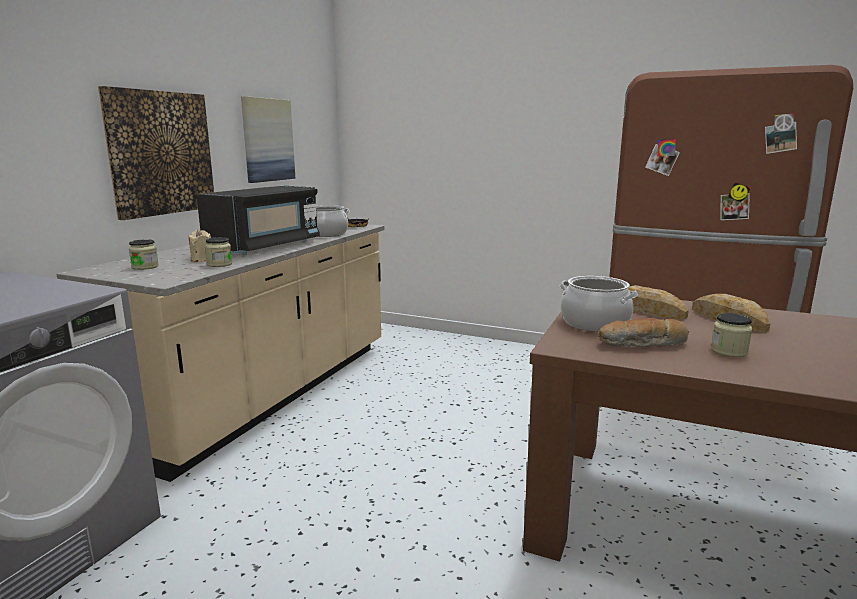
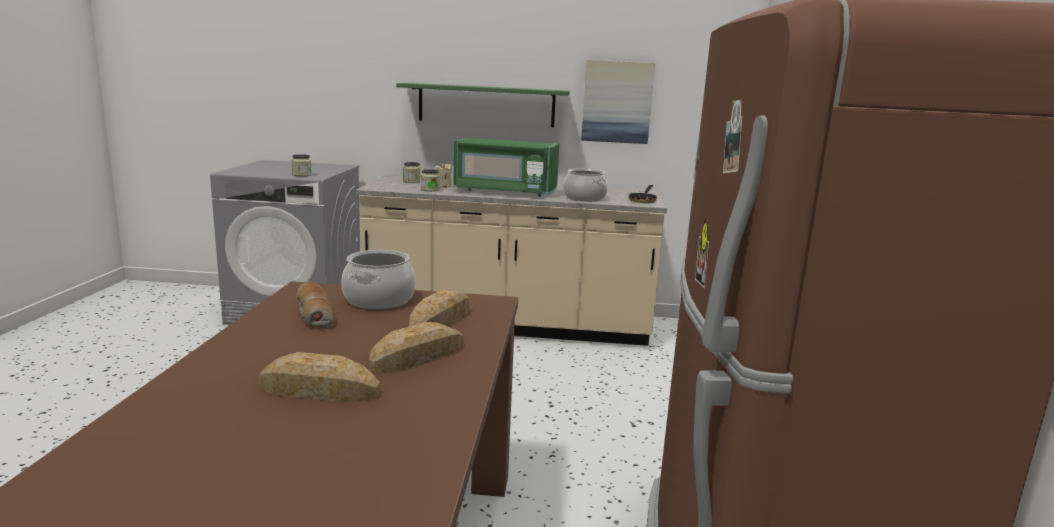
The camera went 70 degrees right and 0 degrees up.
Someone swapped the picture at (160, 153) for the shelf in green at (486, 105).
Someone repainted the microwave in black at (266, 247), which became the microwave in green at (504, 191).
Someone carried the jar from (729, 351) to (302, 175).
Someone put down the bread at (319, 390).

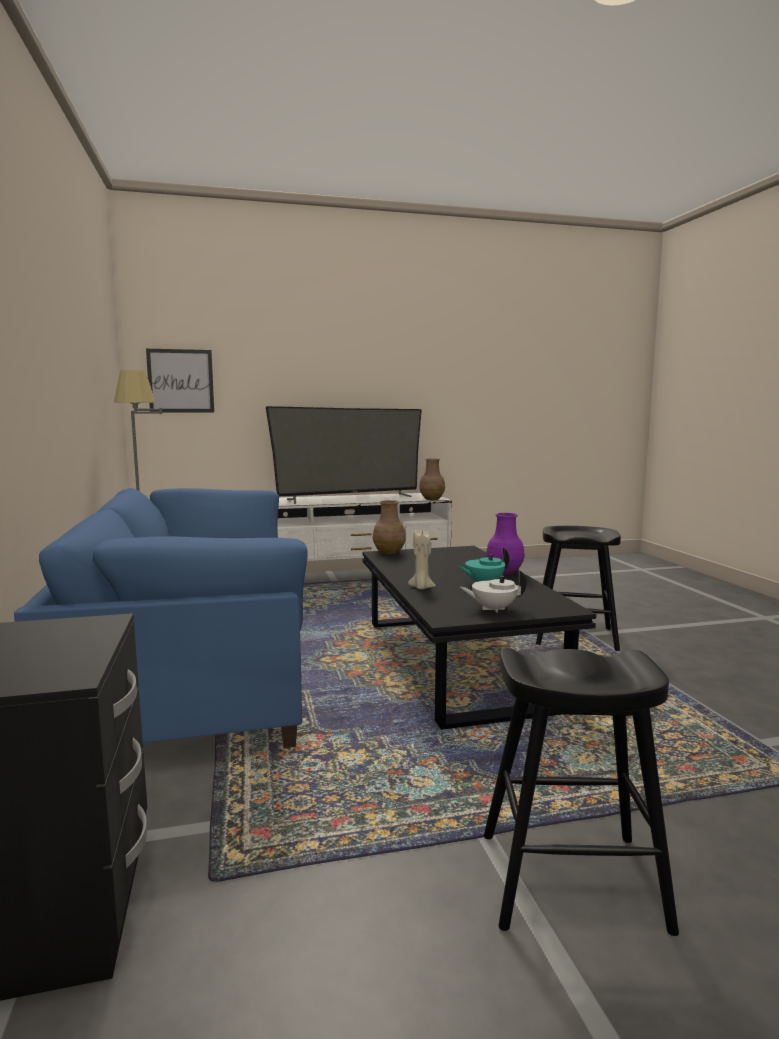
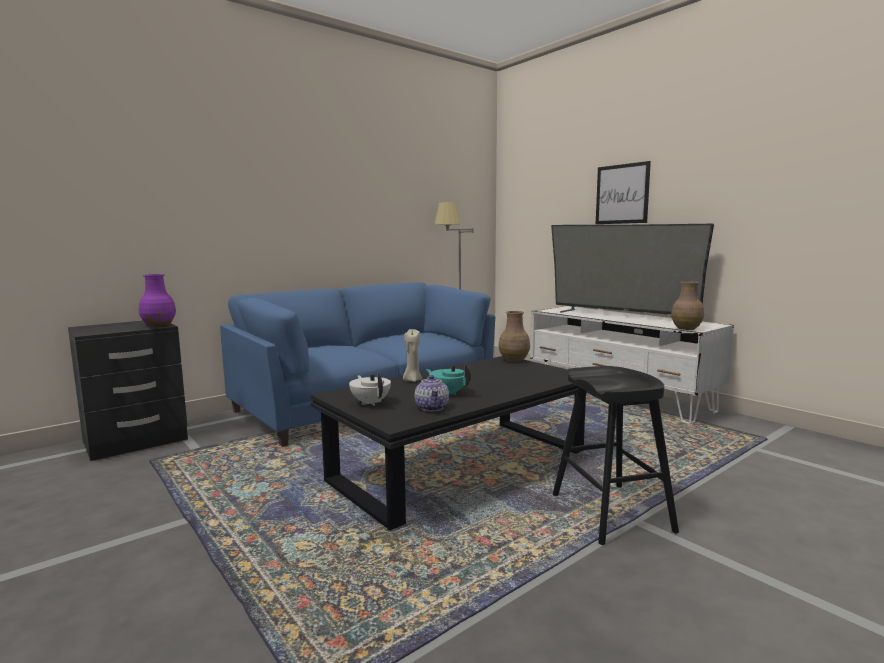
The camera went 65 degrees right and 0 degrees up.
Someone carried the picture from (180, 381) to (622, 194).
Someone carried the vase in purple from (504, 572) to (158, 326).
Someone took away the stool in black at (571, 880).
Someone put down the teapot at (432, 407).

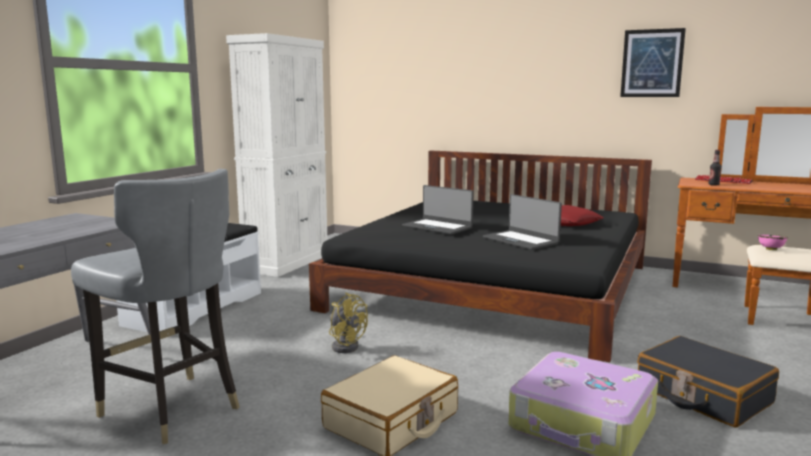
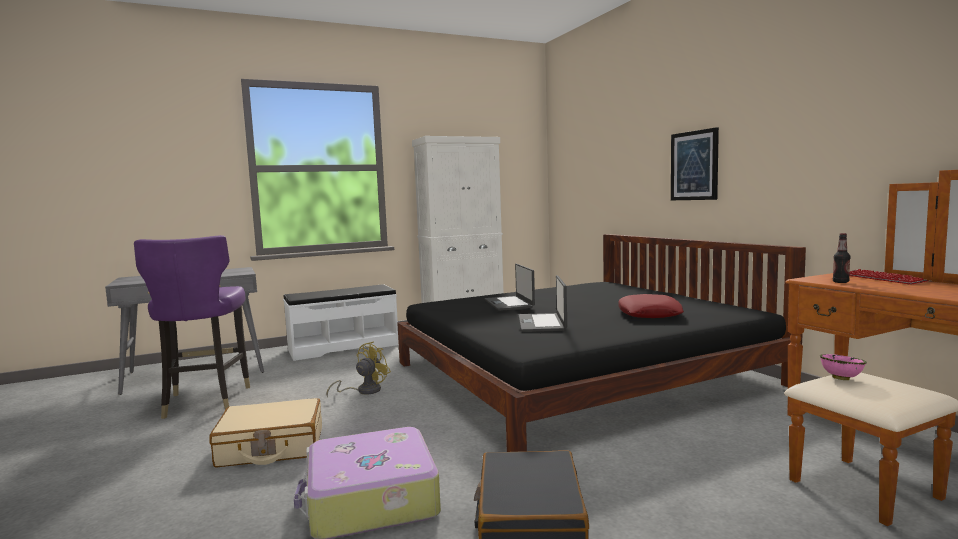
The camera went 40 degrees right and 5 degrees down.
Someone carried the picture from (652, 63) to (694, 165).
Someone repainted the chair in grey at (171, 409), which became the chair in purple at (204, 401).
Someone rotated the fan in yellow at (345, 345) by 135 degrees counterclockwise.

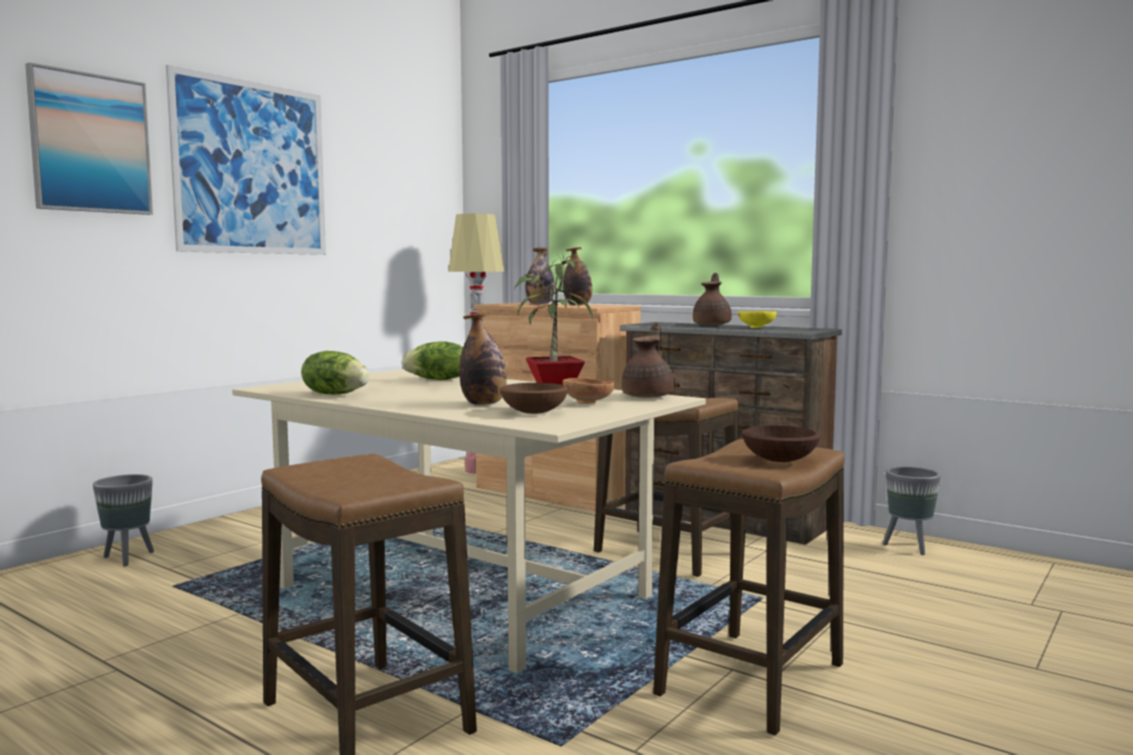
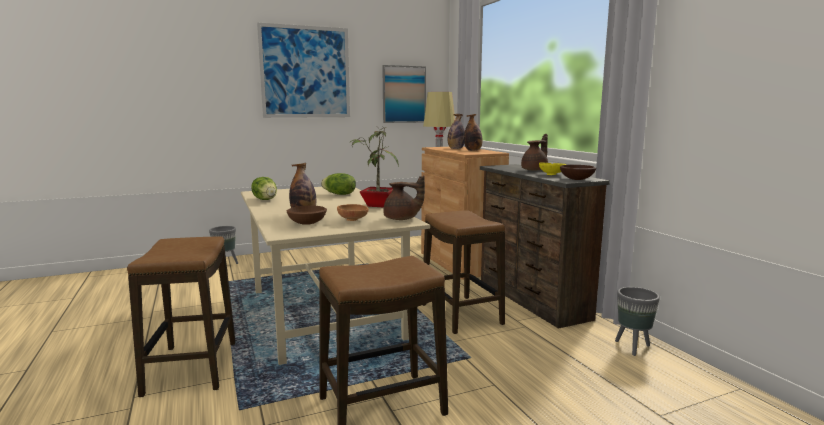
The camera went 30 degrees right and 5 degrees up.
Someone carried the picture from (90, 143) to (404, 94).
Someone rotated the teapot in brown at (649, 396) by 60 degrees clockwise.
Someone carried the bowl in brown from (780, 459) to (577, 179).

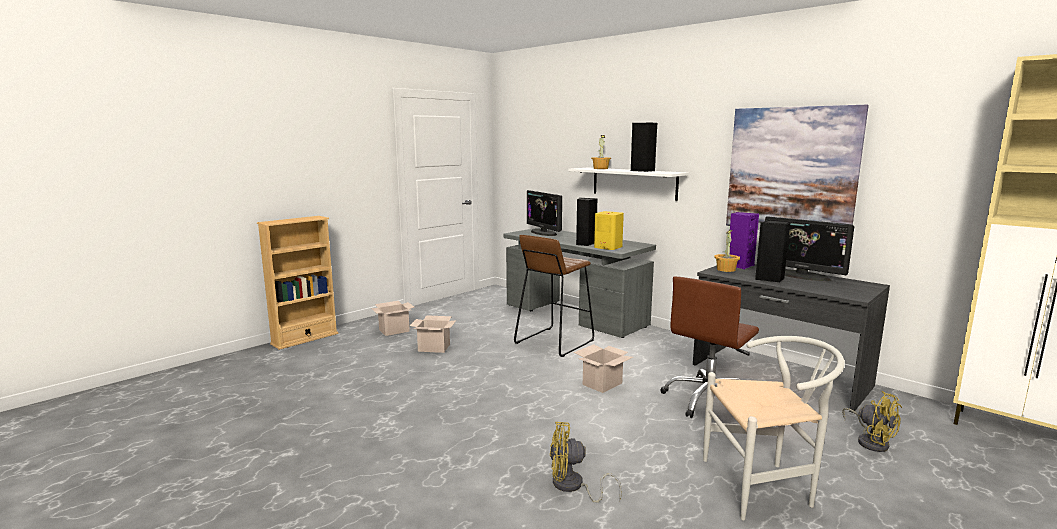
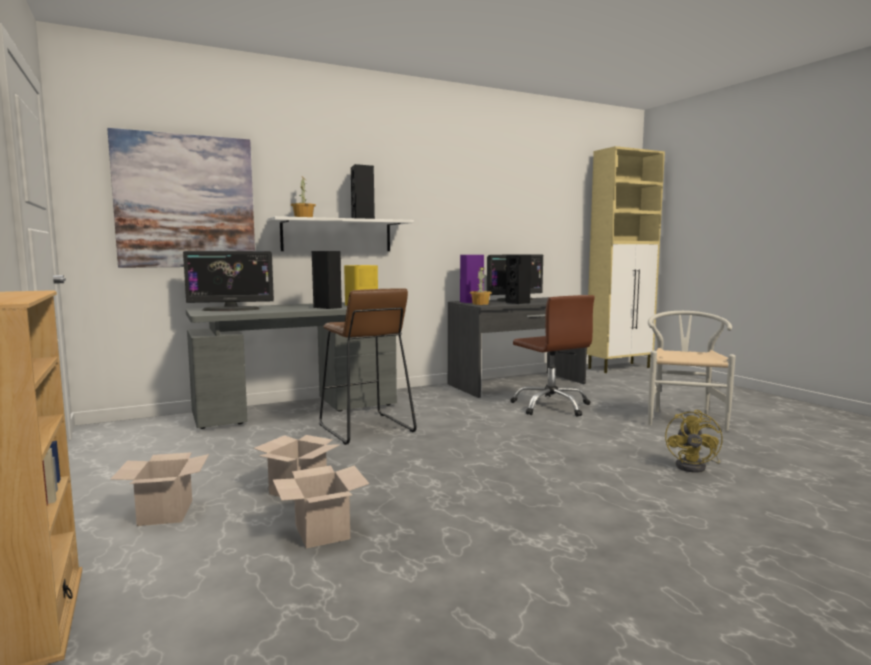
The camera went 70 degrees left and 5 degrees down.
Someone carried the picture from (791, 170) to (186, 201).
Someone carried the cardboard box from (602, 383) to (320, 531).
Someone took away the fan in yellow at (871, 441).

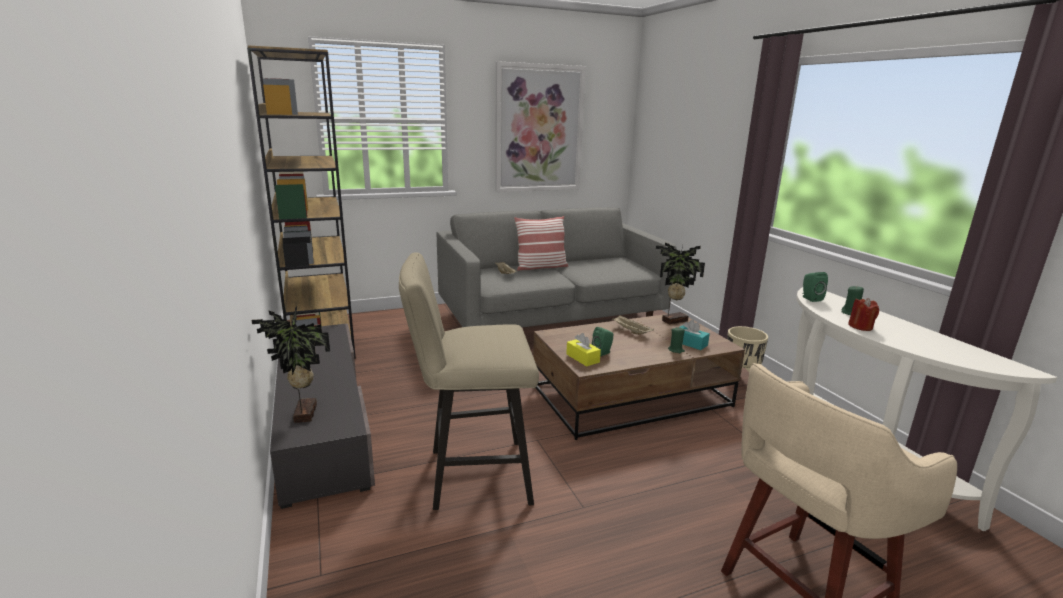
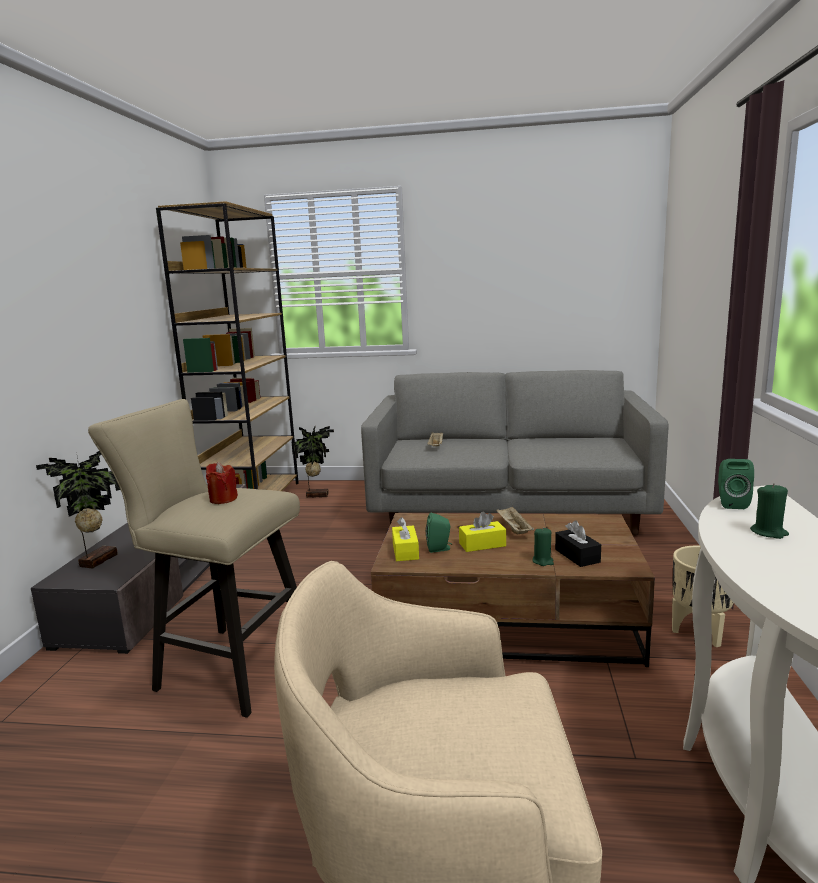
The camera went 30 degrees right and 5 degrees down.
Someone took away the picture at (539, 129).
Someone took away the pillow at (541, 267).
Someone carried the potted plant from (673, 320) to (317, 495).
Someone carried the candle in red from (860, 327) to (223, 499).
Someone repainted the tissue box in turquoise at (690, 343), which became the tissue box in black at (577, 556).
Someone put down the tissue box in yellow at (482, 544).

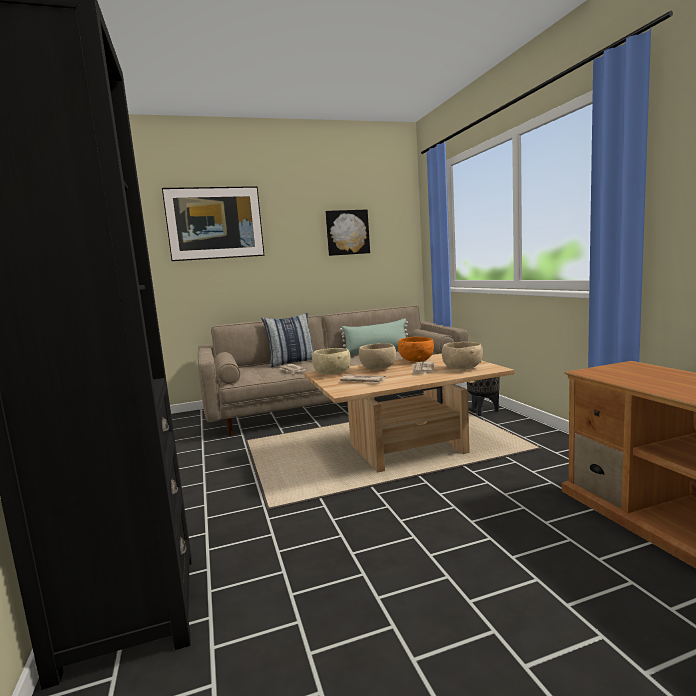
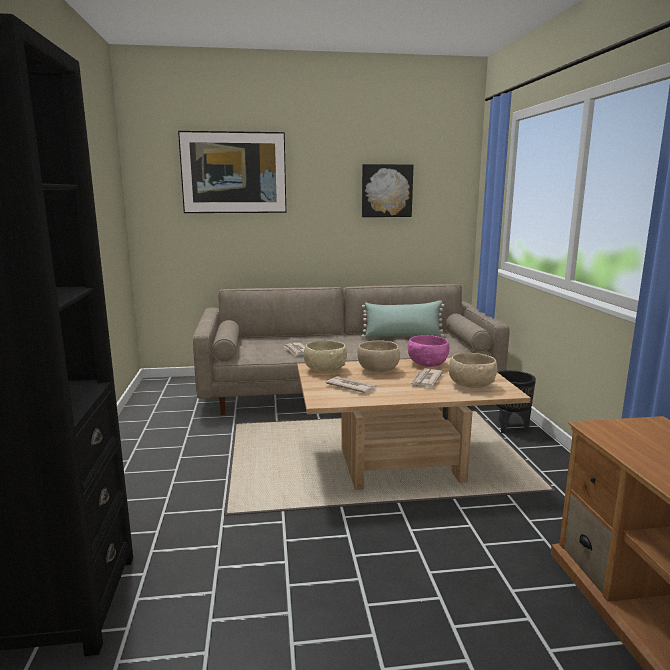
The camera went 10 degrees right and 5 degrees up.
Someone took away the pillow at (292, 362).
Someone repainted the bowl in orange at (416, 360), which became the bowl in pink at (427, 364).

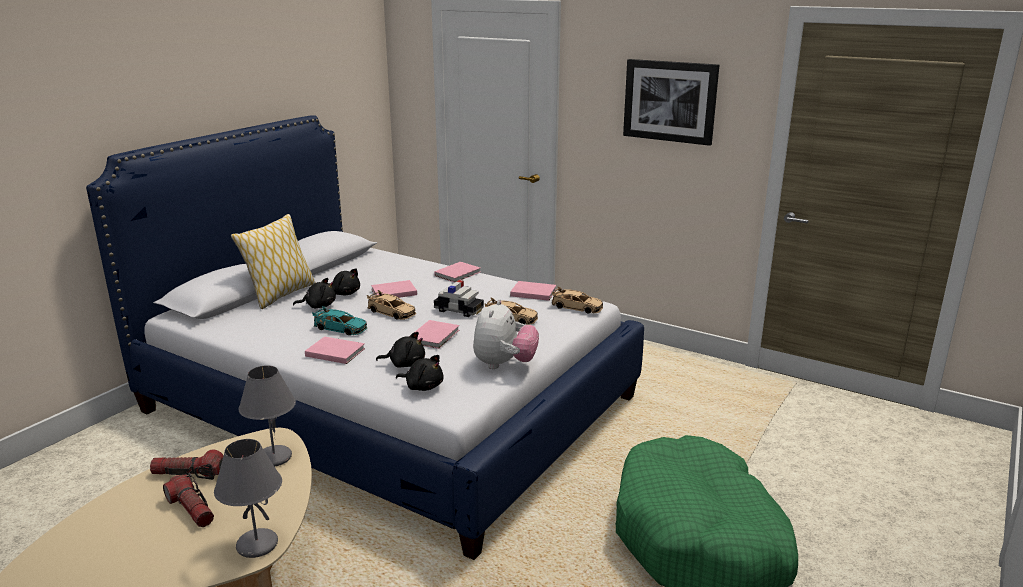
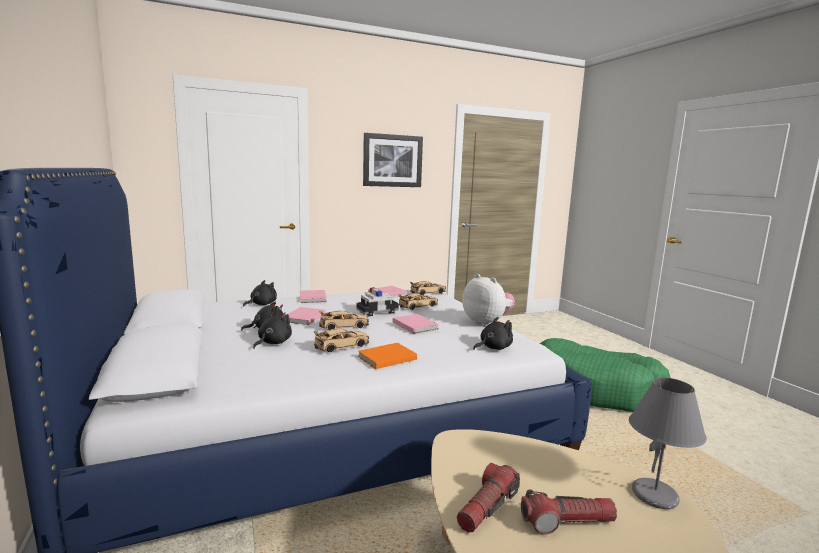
The camera went 55 degrees left and 10 degrees down.
Someone took away the pillow at (280, 295).
Someone repainted the toy car in turquoise at (340, 328), which became the toy car in beige at (341, 346).
Someone carried the plush toy in black from (405, 364) to (262, 304).
Someone repainted the book in pink at (334, 352), which became the book in orange at (385, 358).
Someone took away the table lamp in grey at (273, 457).

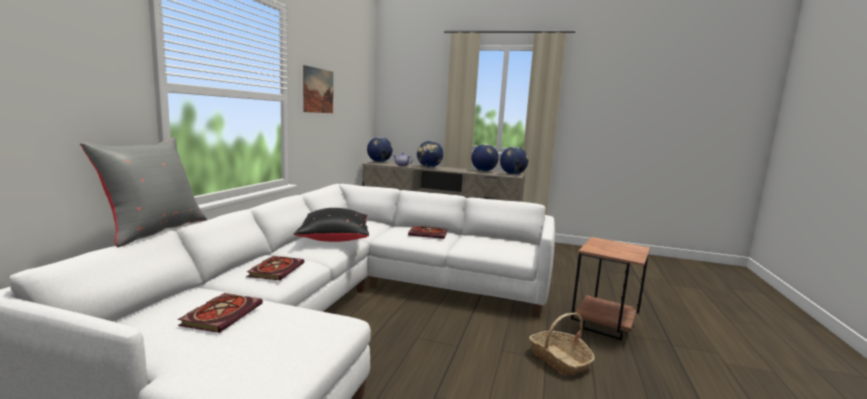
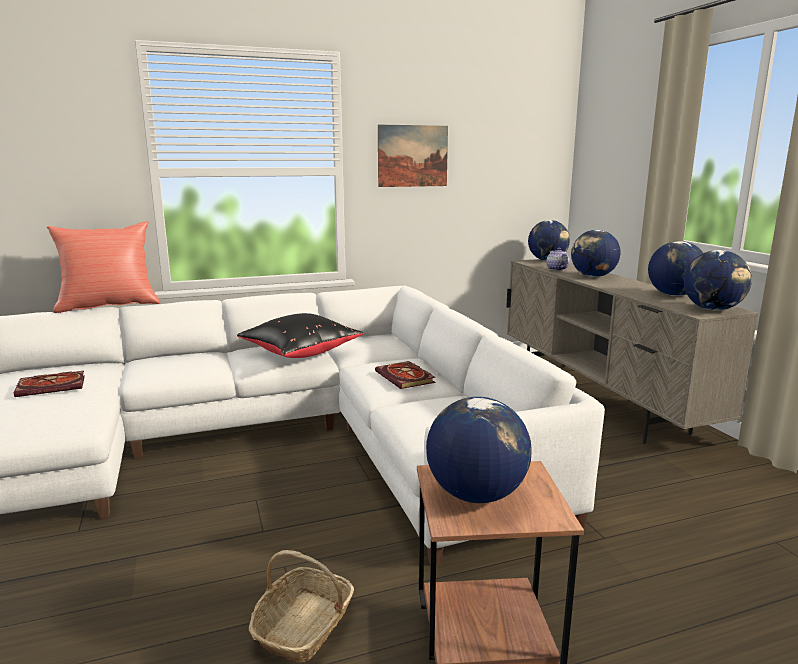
The camera went 55 degrees right and 5 degrees up.
Someone repainted the pillow in grey at (154, 230), which became the pillow in red at (109, 305).
Someone took away the book at (276, 269).
Someone put down the globe at (475, 495).

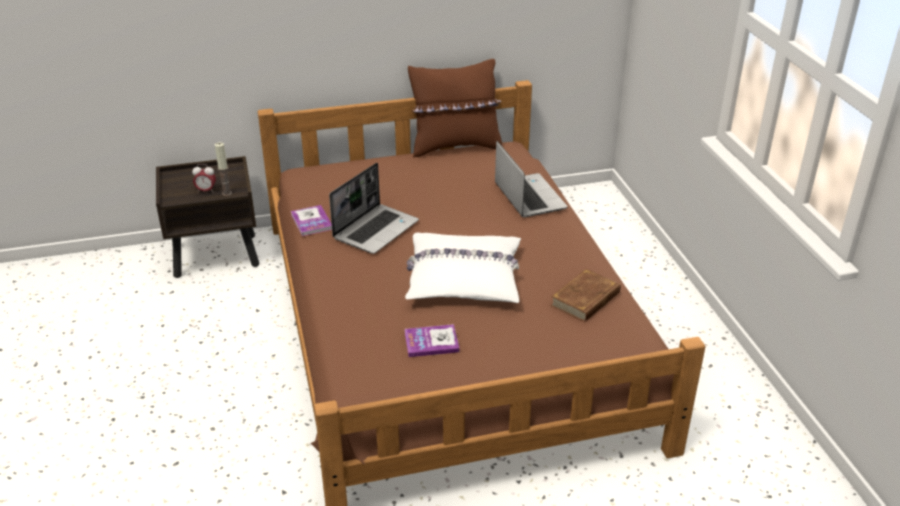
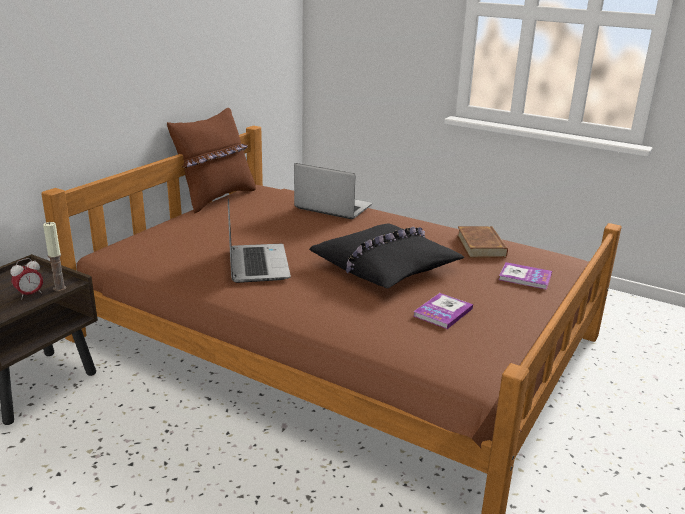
The camera went 45 degrees left and 10 degrees down.
Someone carried the book from (311, 222) to (525, 277).
Someone repainted the pillow in white at (463, 279), which became the pillow in black at (385, 267).

